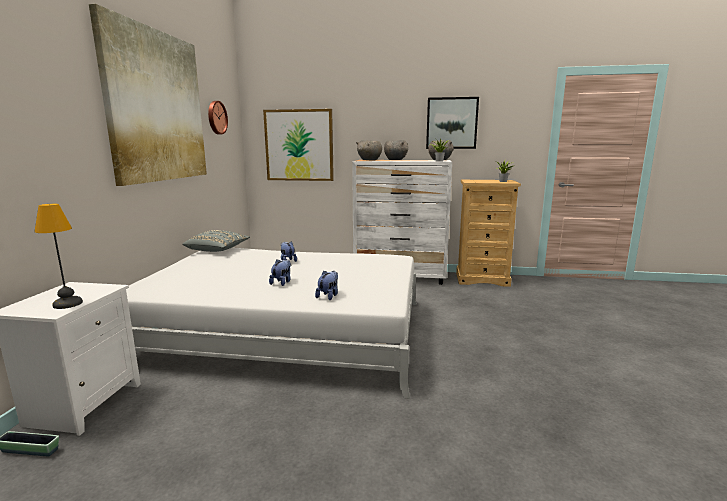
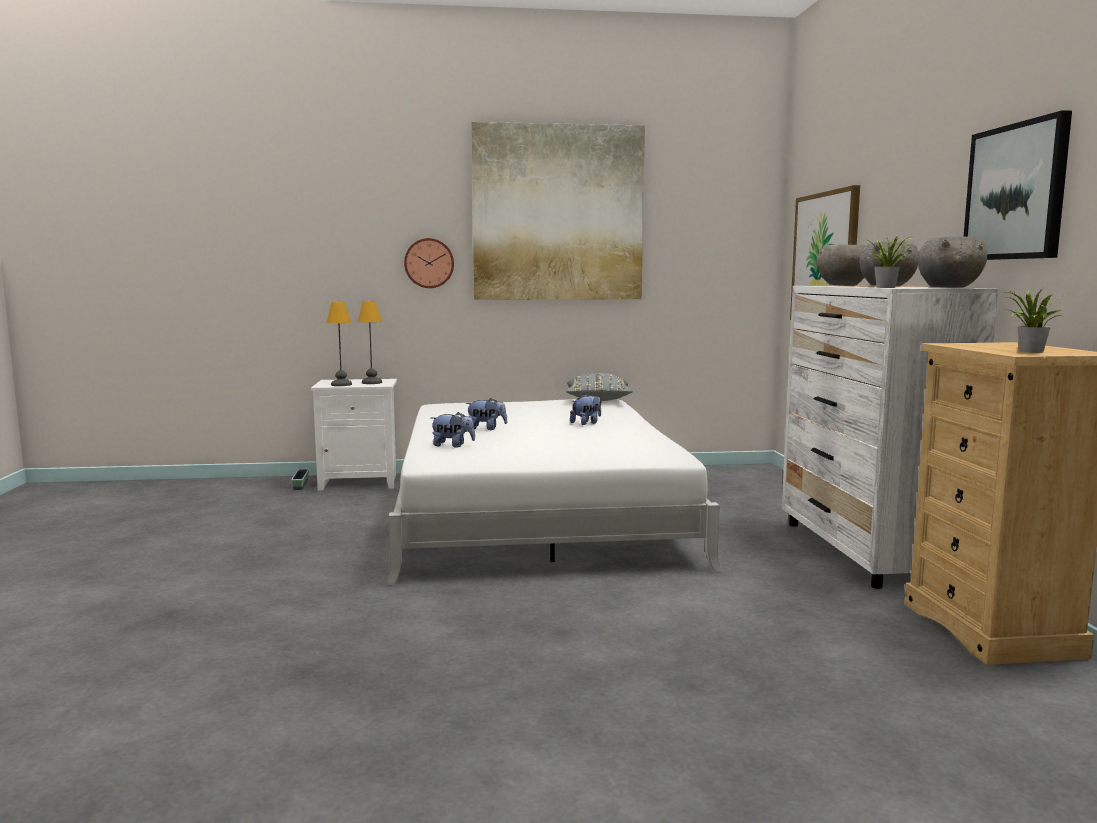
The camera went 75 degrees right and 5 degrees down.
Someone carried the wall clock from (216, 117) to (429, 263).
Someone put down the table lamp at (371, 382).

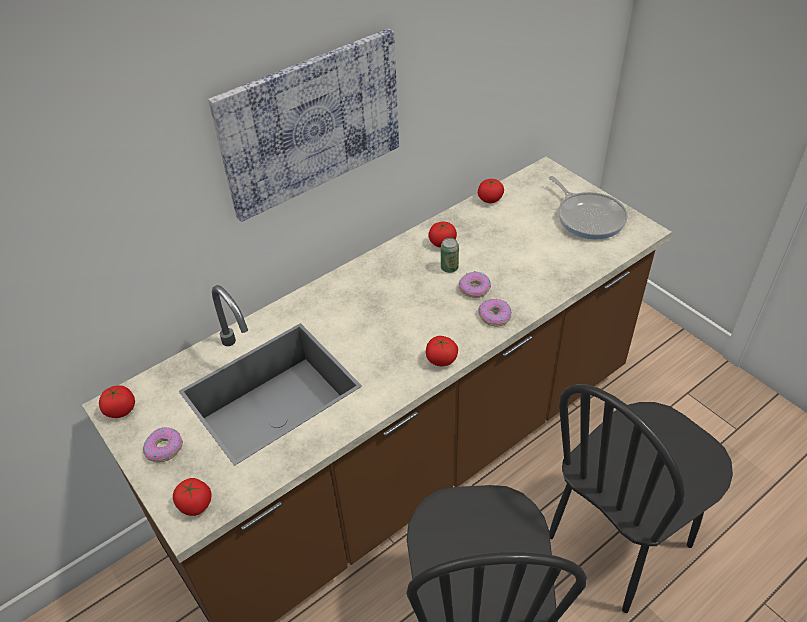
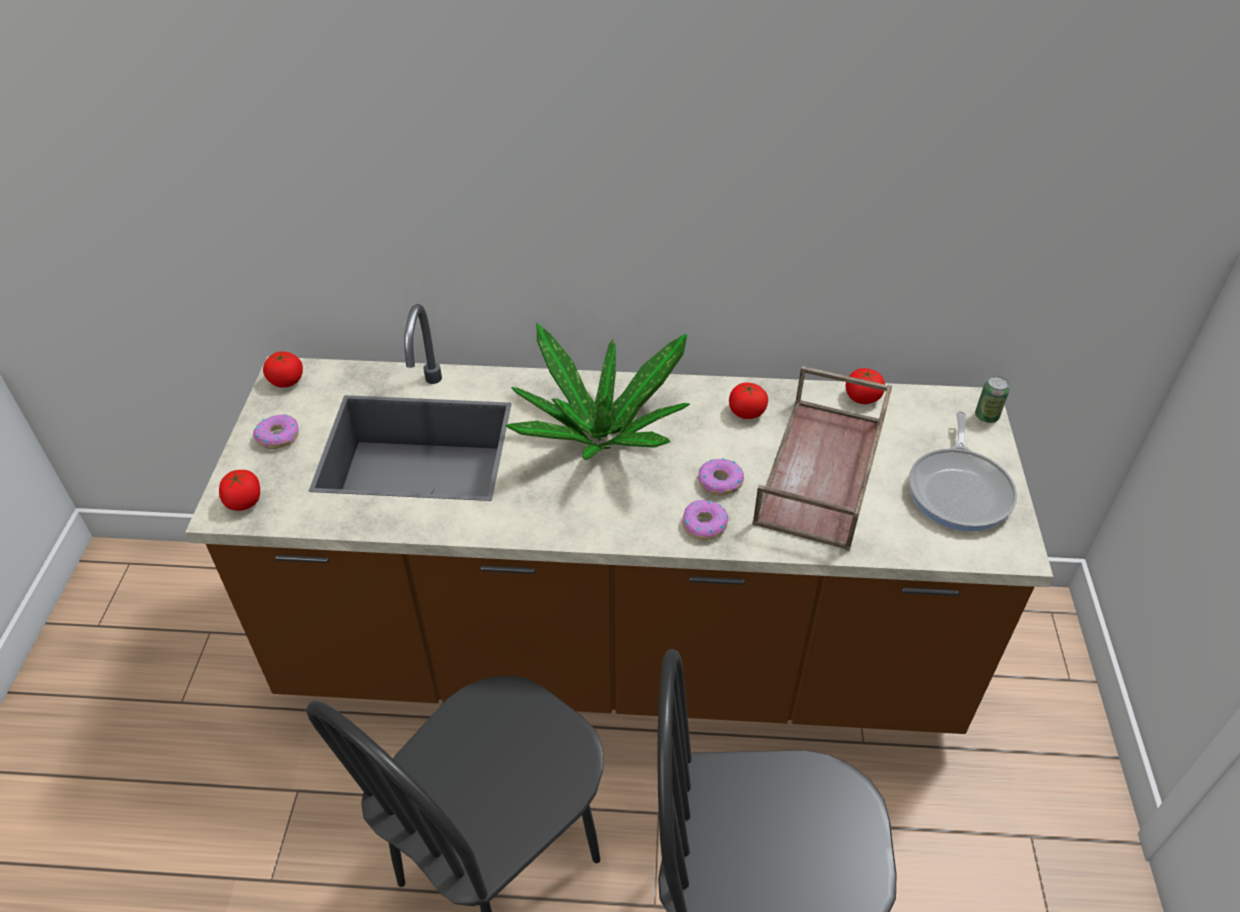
The camera went 40 degrees right and 0 degrees up.
Someone took away the picture at (311, 123).
Someone carried the can from (449, 268) to (986, 416).
Someone took away the tomato at (441, 360).
Someone put down the potted plant at (601, 435).
Someone put down the tray in brown at (822, 473).

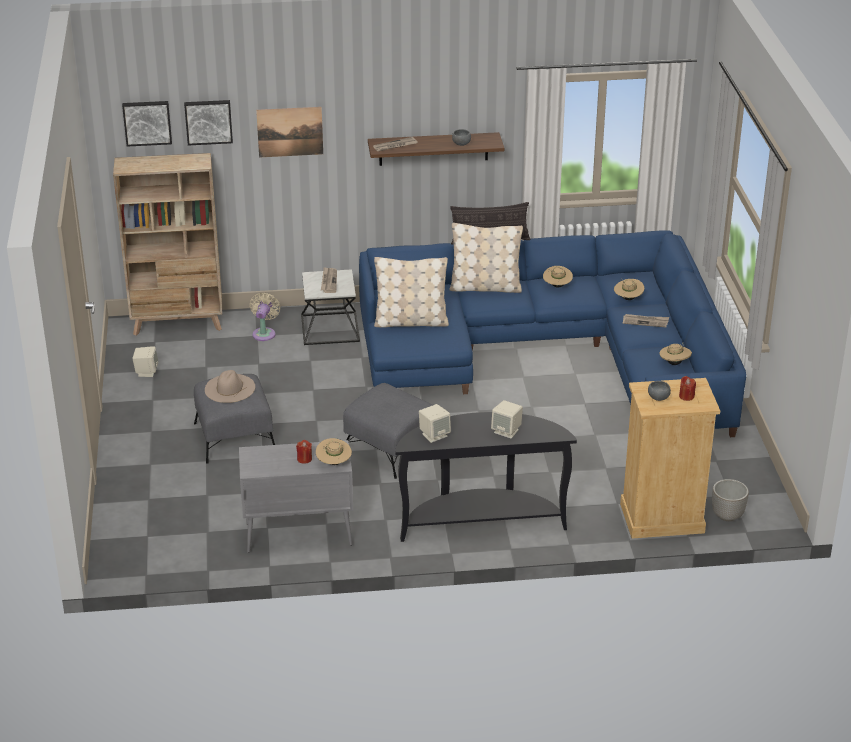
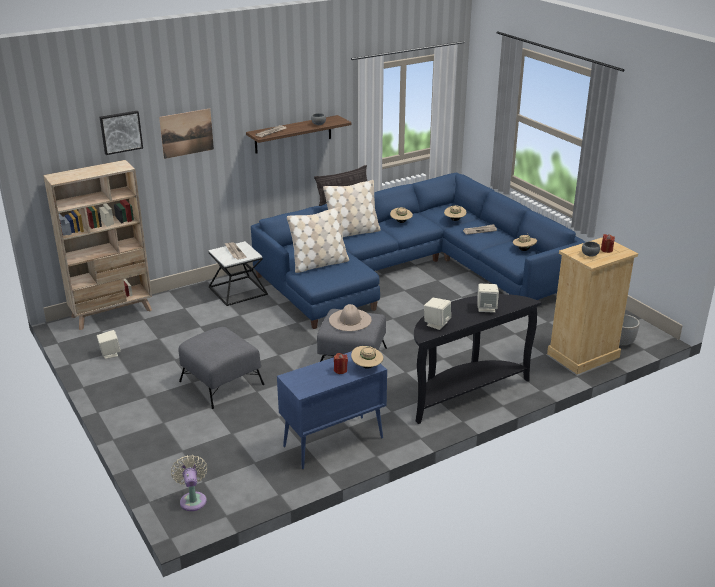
The camera went 25 degrees left and 5 degrees down.
Someone took away the picture at (147, 122).
Someone carried the fan in beige from (264, 333) to (193, 499).
Someone carried the hat in beige from (229, 388) to (350, 320).
Someone repainted the cabinet in grey at (297, 534), which became the cabinet in blue at (332, 442).

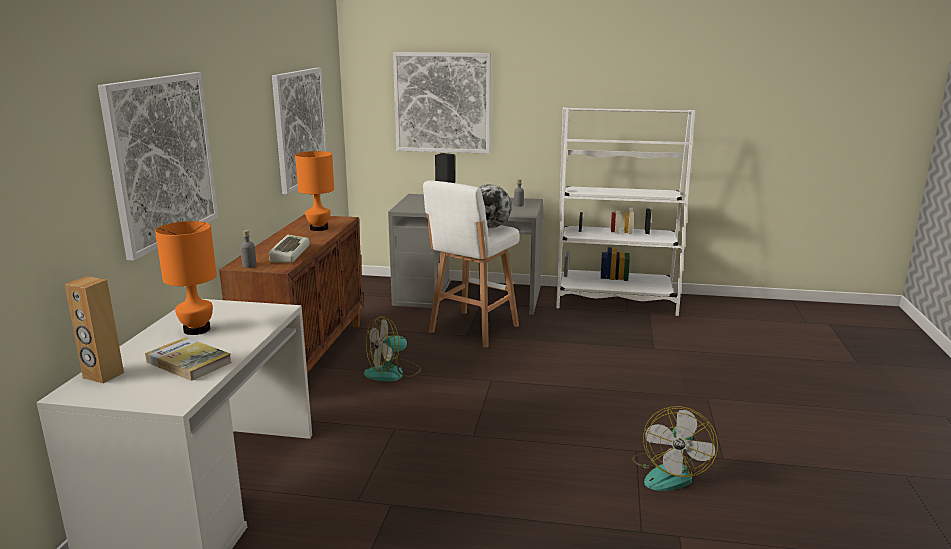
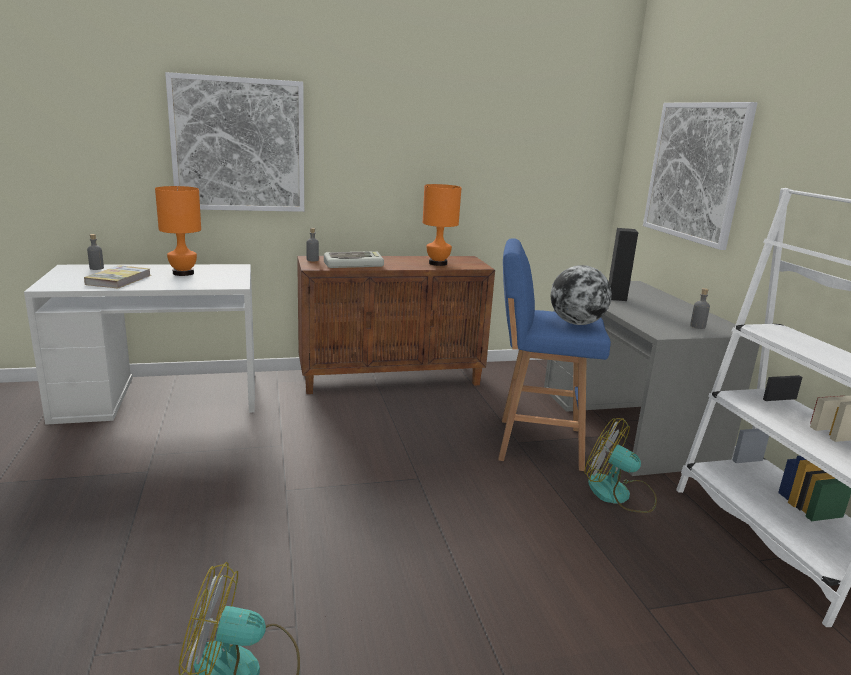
The camera went 65 degrees right and 0 degrees up.
Someone took away the picture at (300, 128).
Someone repainted the stool in white at (472, 330), which became the stool in blue at (535, 443).
Someone swapped the speaker in brown at (103, 375) for the bottle in grey at (96, 268).
Someone carried the fan from (393, 373) to (618, 494).

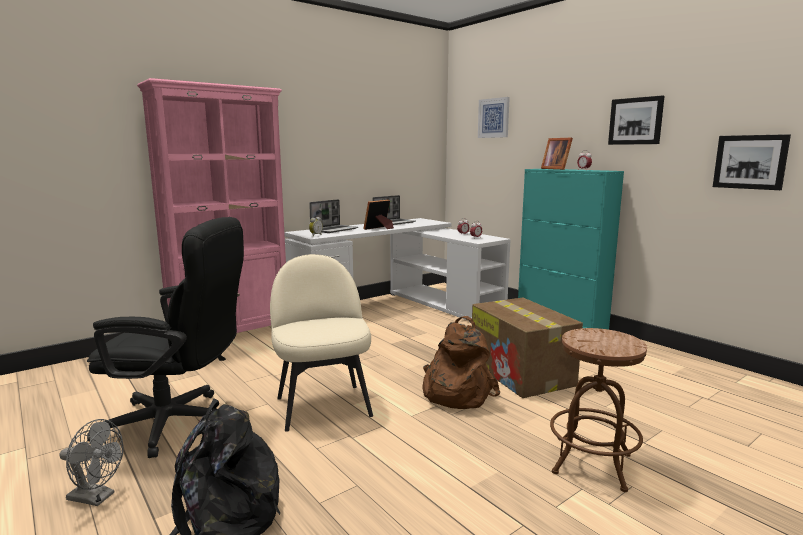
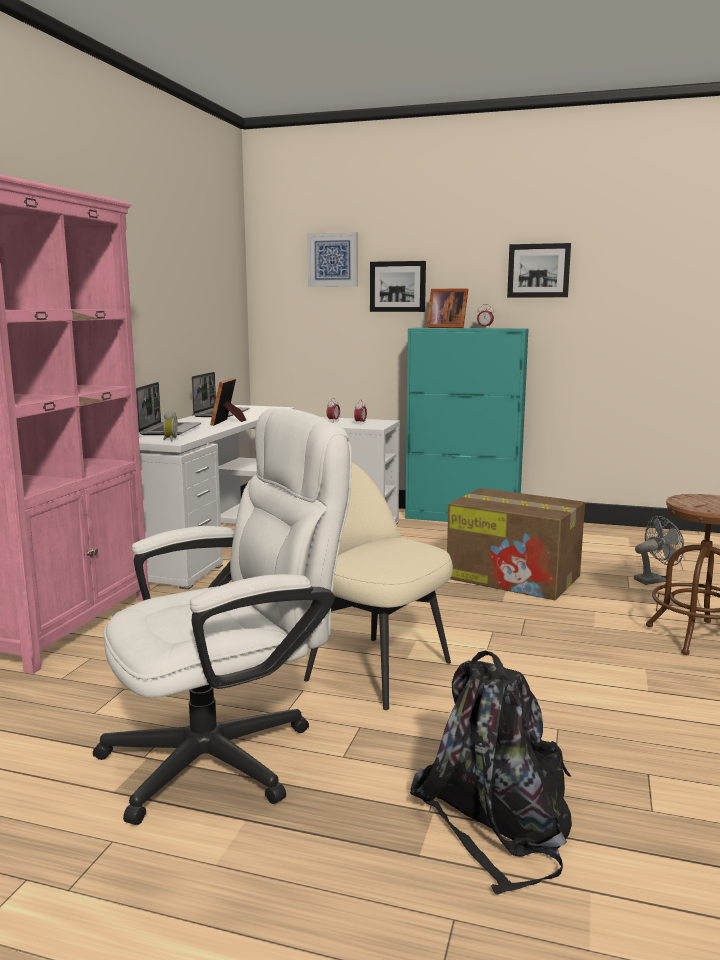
The camera went 35 degrees left and 0 degrees up.
Someone carried the picture from (750, 162) to (398, 286).
Someone repainted the office chair in black at (179, 424), which became the office chair in white at (228, 753).
Someone took away the backpack in brown at (455, 393).
Someone carried the fan in grey from (97, 497) to (655, 580).

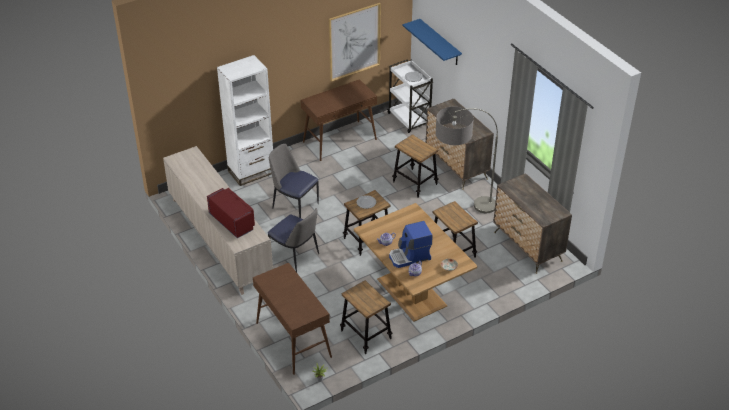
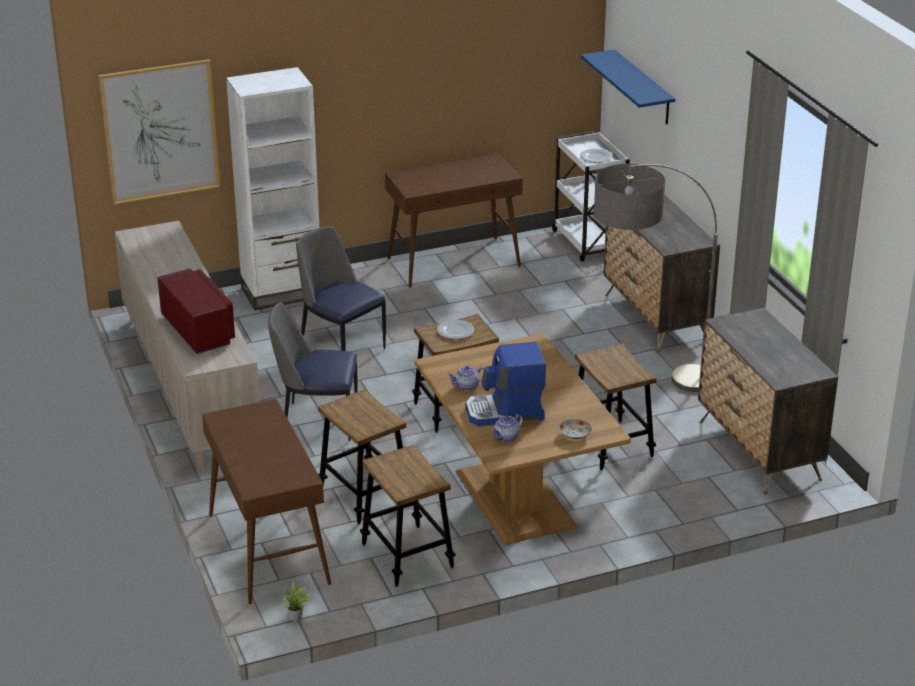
The camera went 10 degrees right and 10 degrees down.
Someone carried the picture from (354, 42) to (160, 131).
Someone carried the stool from (415, 183) to (364, 496).
Someone rotated the chair at (295, 256) by 135 degrees clockwise.

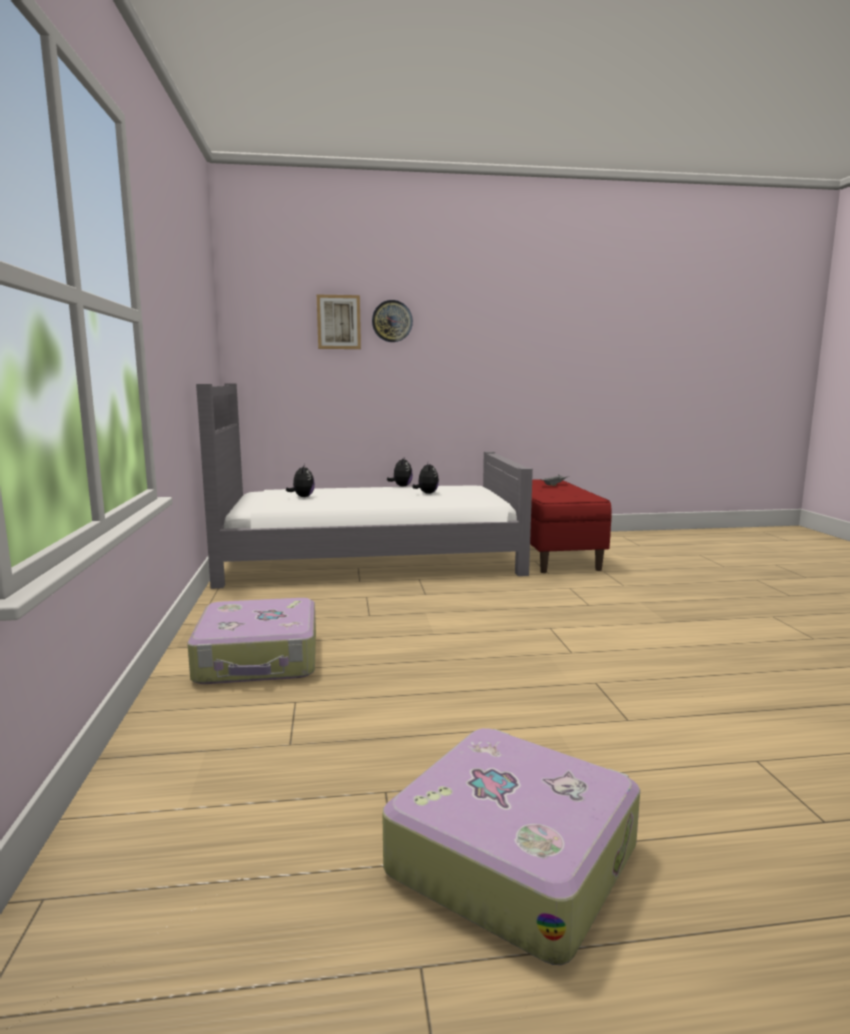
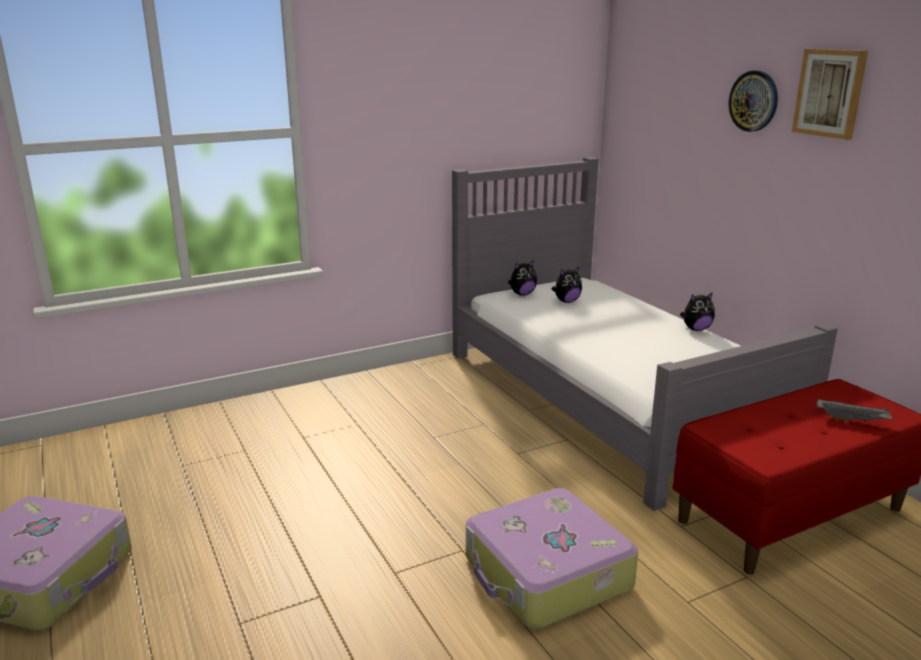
The camera went 70 degrees right and 10 degrees up.
Someone carried the picture from (338, 322) to (830, 93).
Someone carried the plush toy from (426, 493) to (522, 294).
Someone carried the suitcase from (259, 659) to (546, 574).

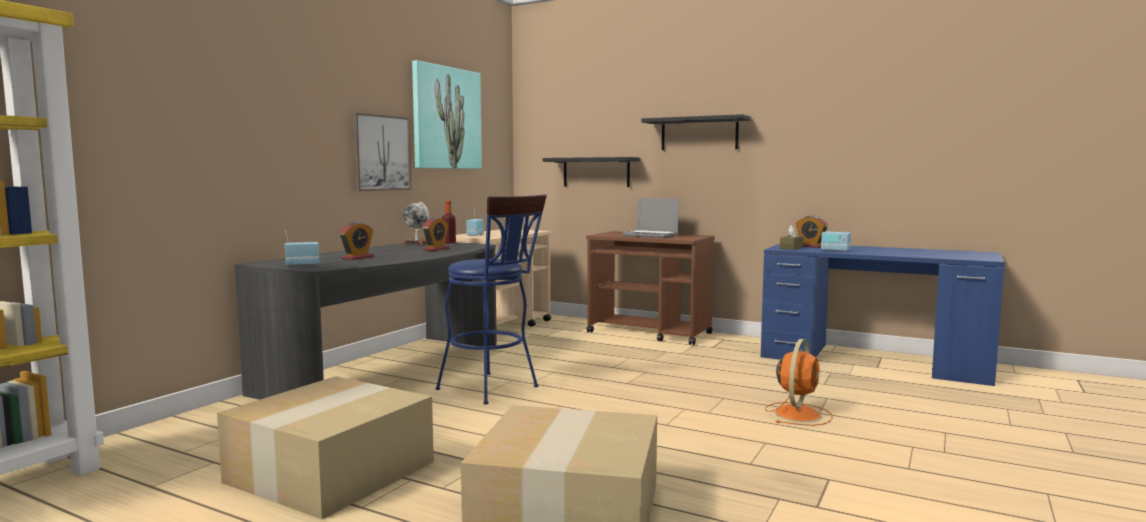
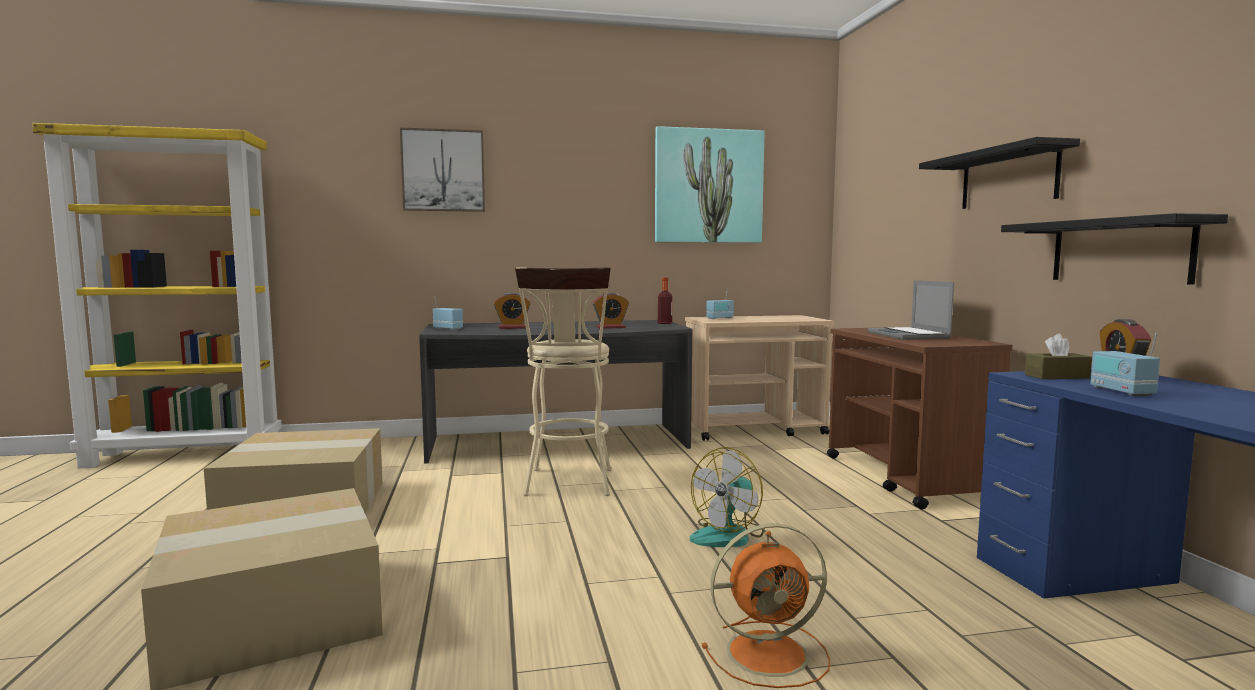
The camera went 50 degrees right and 0 degrees up.
Someone carried the picture from (381, 153) to (443, 170).
Someone carried the shelf in black from (596, 172) to (1119, 251).
Someone repainted the stool in blue at (493, 389), which became the stool in beige at (569, 485).
Someone took away the globe at (416, 243).
Someone put down the fan at (728, 535).

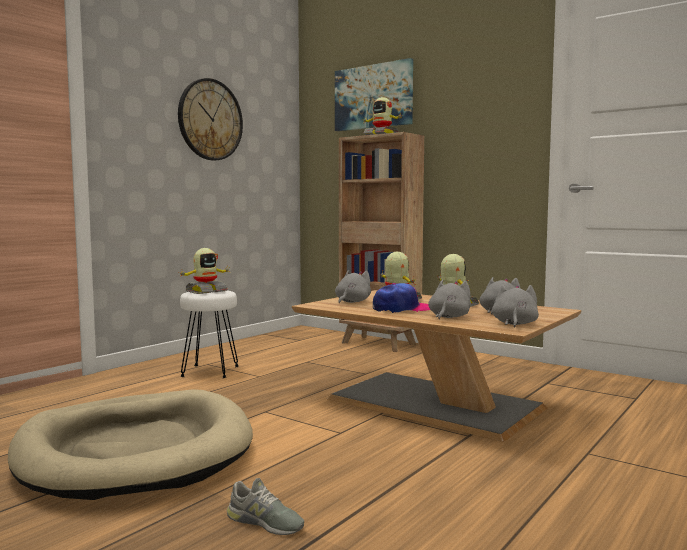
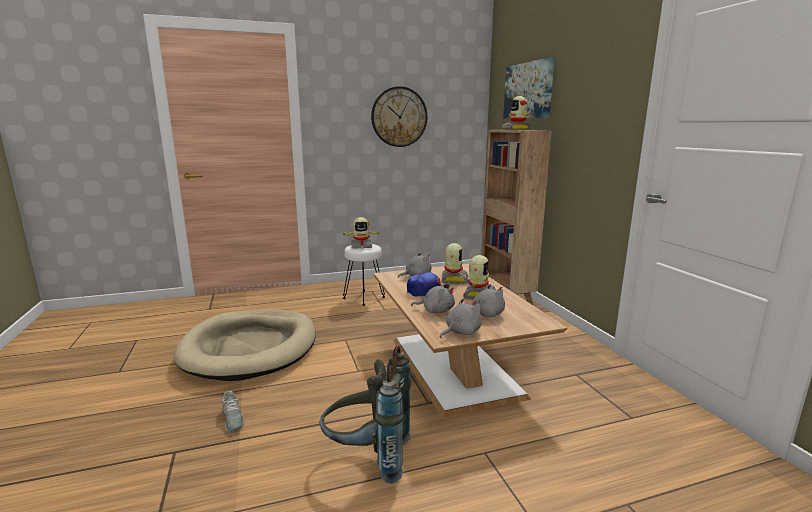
The camera went 35 degrees right and 10 degrees up.
Someone rotated the plush toy in grey at (448, 317) by 45 degrees clockwise.
Someone put down the backpack in grey at (368, 458).

